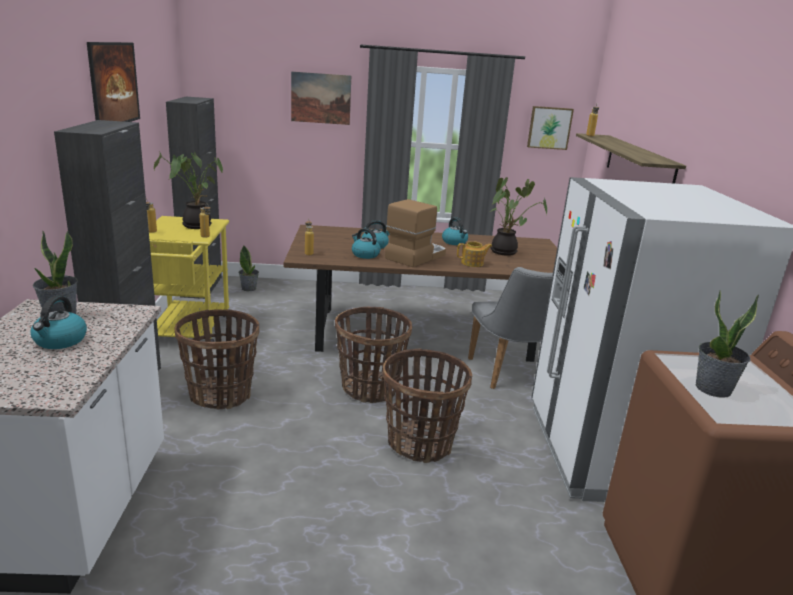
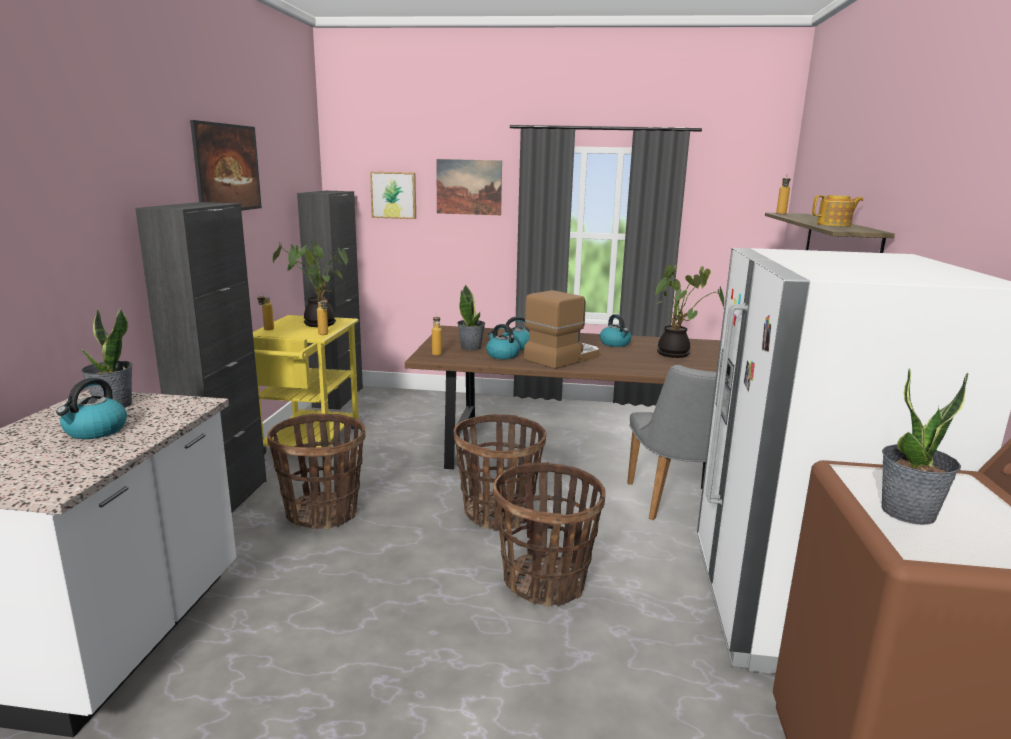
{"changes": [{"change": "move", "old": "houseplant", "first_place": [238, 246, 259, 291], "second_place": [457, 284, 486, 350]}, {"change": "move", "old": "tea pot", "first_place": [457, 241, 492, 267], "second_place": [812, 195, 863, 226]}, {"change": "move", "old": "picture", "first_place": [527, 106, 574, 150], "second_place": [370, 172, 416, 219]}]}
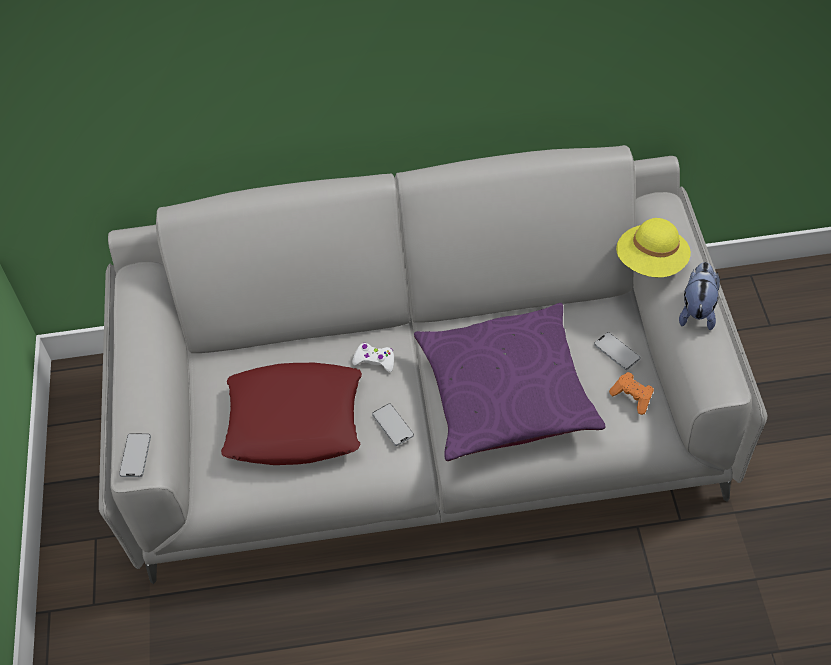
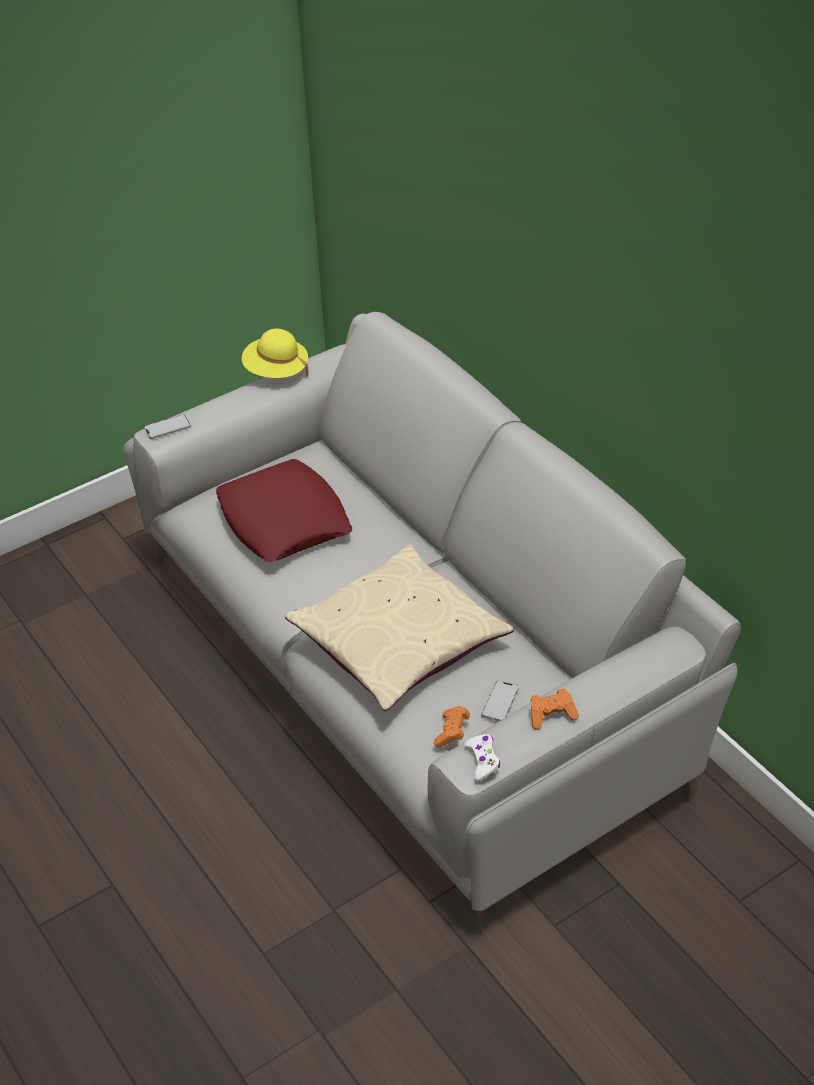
{"changes": [{"change": "delete", "old": "telephone", "first_place": [372, 403, 414, 446]}, {"change": "move", "old": "joypad in white-coloured", "first_place": [353, 343, 394, 372], "second_place": [465, 734, 500, 781]}, {"change": "move", "old": "clothing hat in yellowish", "first_place": [616, 218, 691, 277], "second_place": [242, 329, 309, 378]}, {"change": "replace", "old": "cuddly toy", "new": "joypad in orangey", "first_place": [679, 262, 720, 330], "second_place": [531, 688, 579, 730]}, {"change": "recolor", "old": "pillow in purplish", "new": "pillow in sand-coloured", "first_place": [414, 303, 605, 461], "second_place": [285, 544, 514, 711]}]}
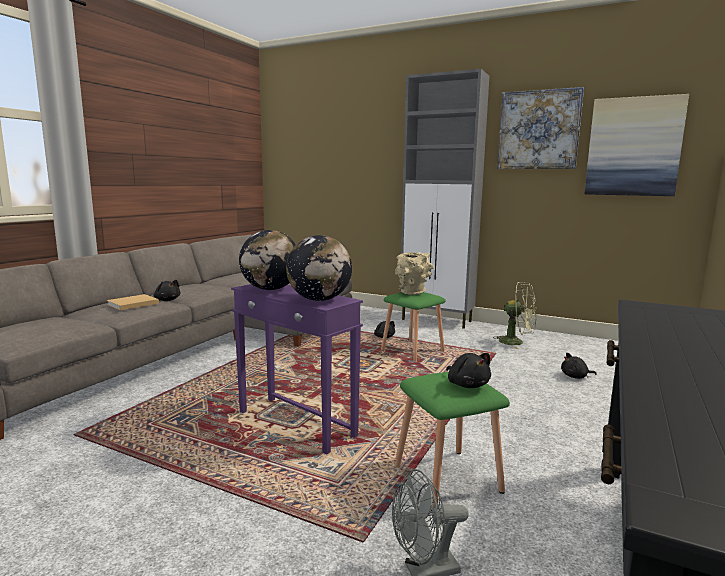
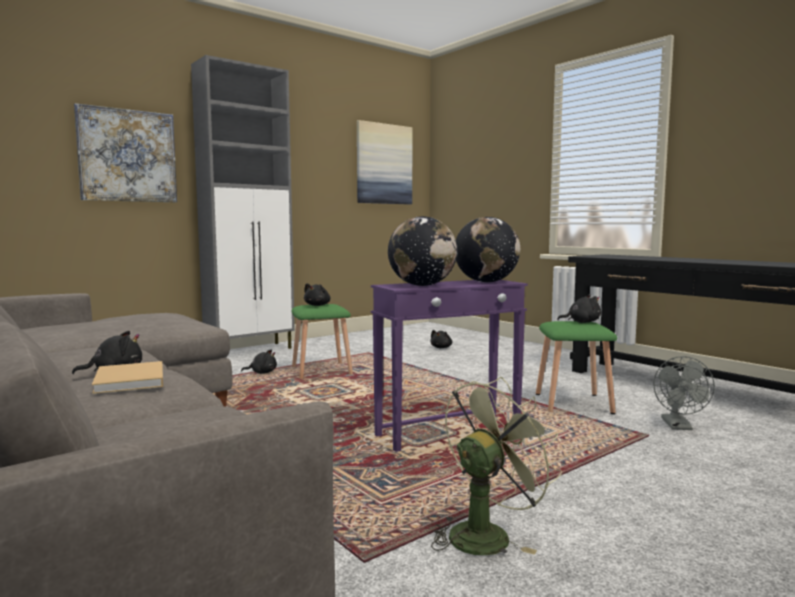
{"changes": [{"change": "move", "old": "fan in greenish", "first_place": [493, 282, 536, 349], "second_place": [431, 377, 562, 555]}, {"change": "move", "old": "picture", "first_place": [497, 87, 584, 169], "second_place": [74, 103, 177, 202]}, {"change": "replace", "old": "decorative vase in sand-coloured", "new": "cuddly toy in blackish", "first_place": [395, 252, 434, 295], "second_place": [304, 283, 330, 306]}]}
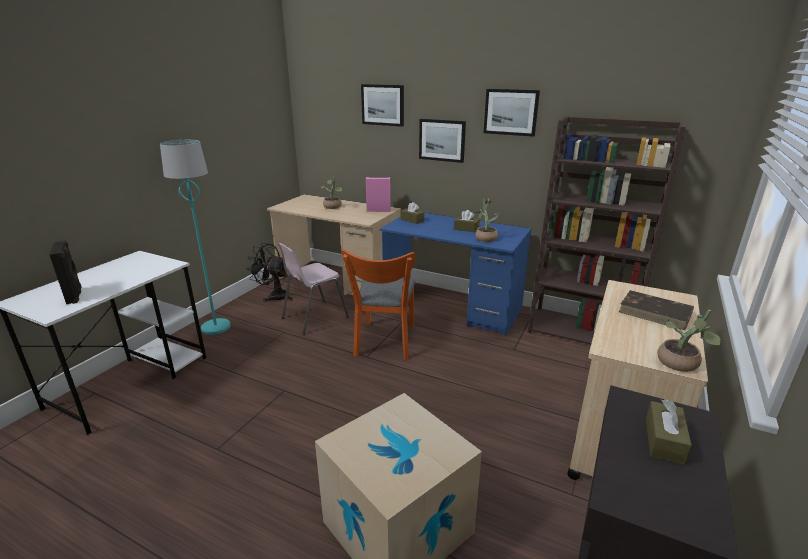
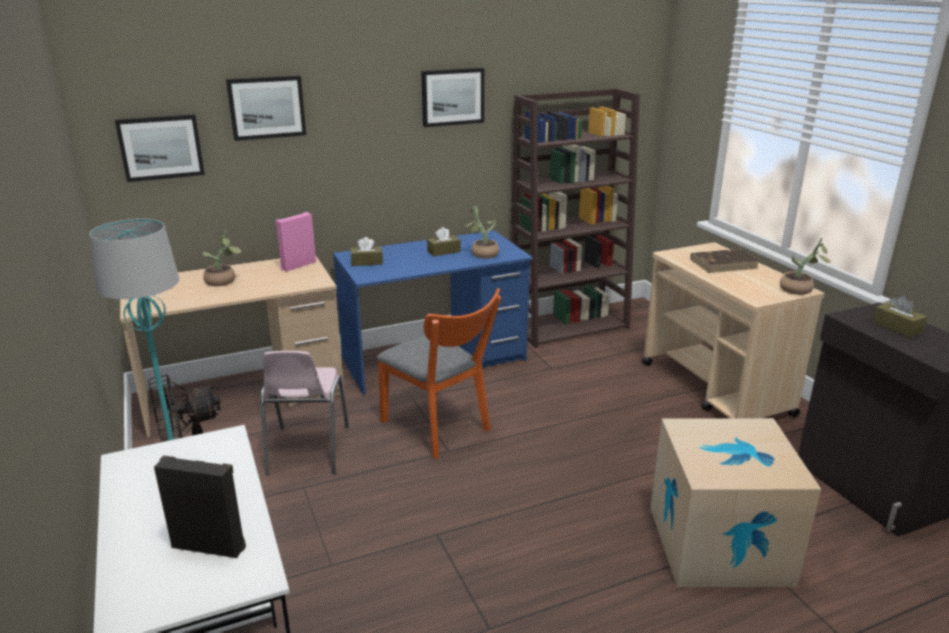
{"changes": [{"change": "move", "old": "picture", "first_place": [419, 119, 466, 163], "second_place": [115, 114, 205, 182]}]}
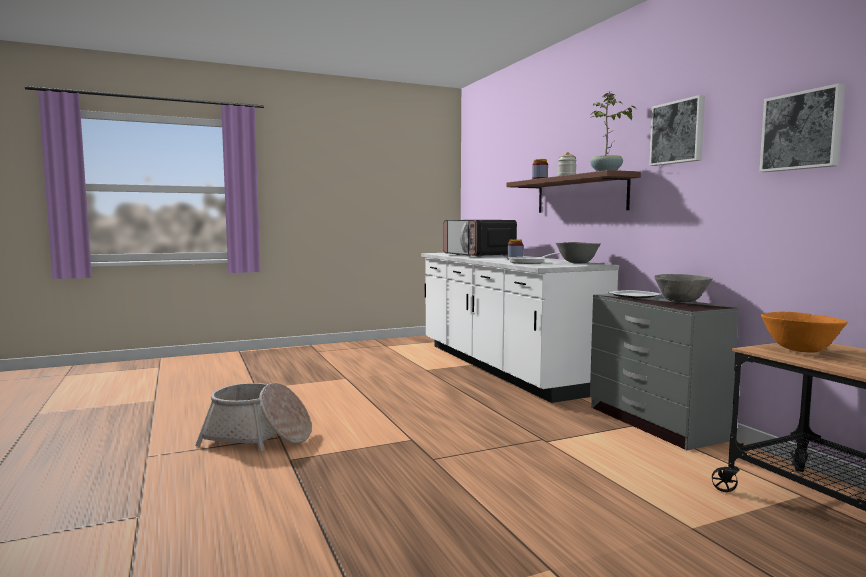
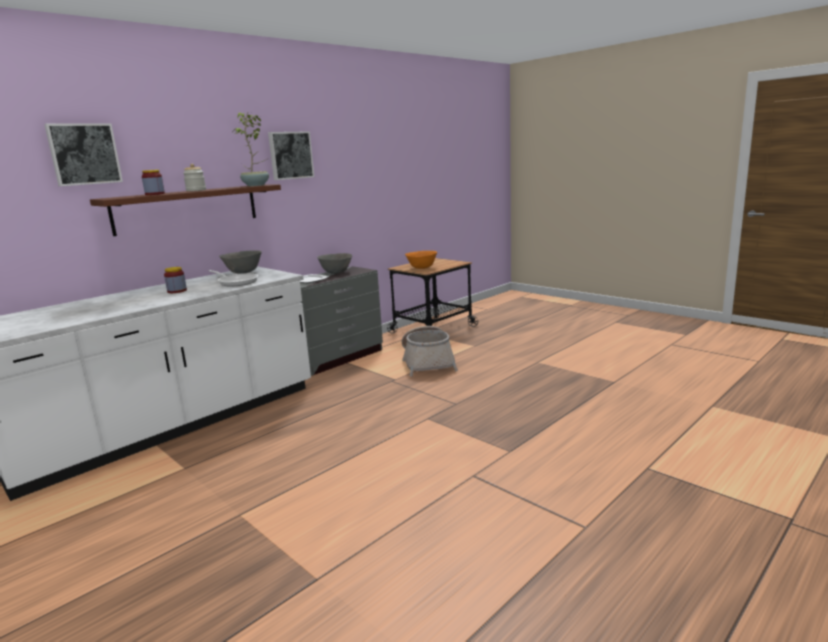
{"changes": [{"change": "delete", "old": "microwave", "first_place": [443, 220, 517, 257]}, {"change": "move", "old": "storage basket", "first_place": [195, 383, 312, 452], "second_place": [402, 326, 458, 377]}, {"change": "move", "old": "picture", "first_place": [759, 83, 845, 172], "second_place": [44, 123, 123, 186]}]}
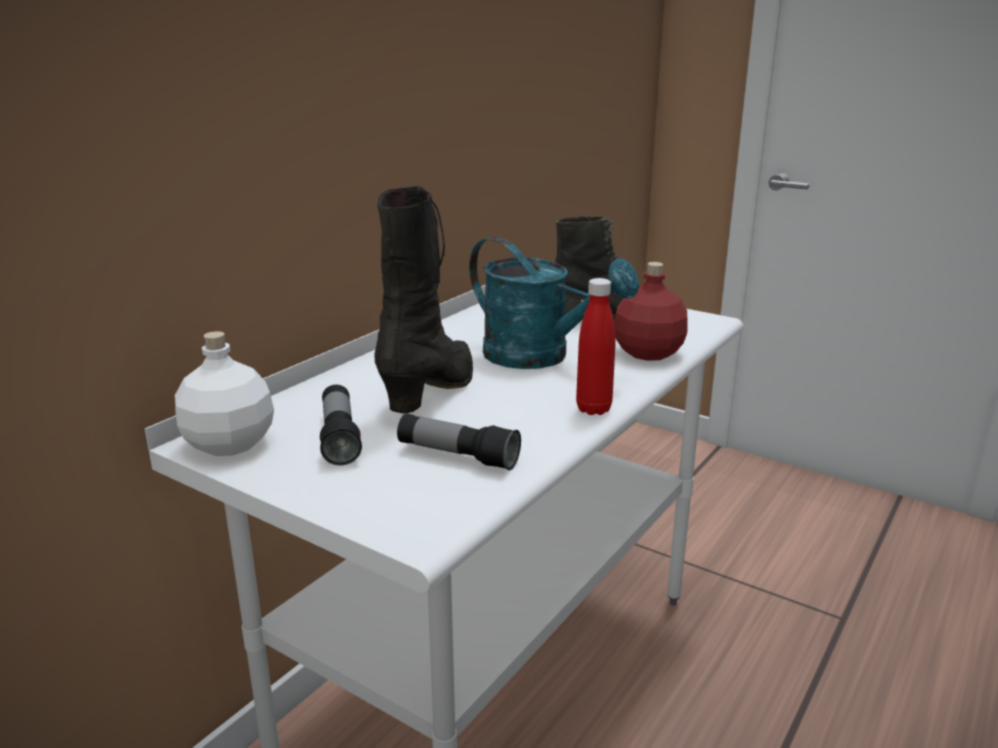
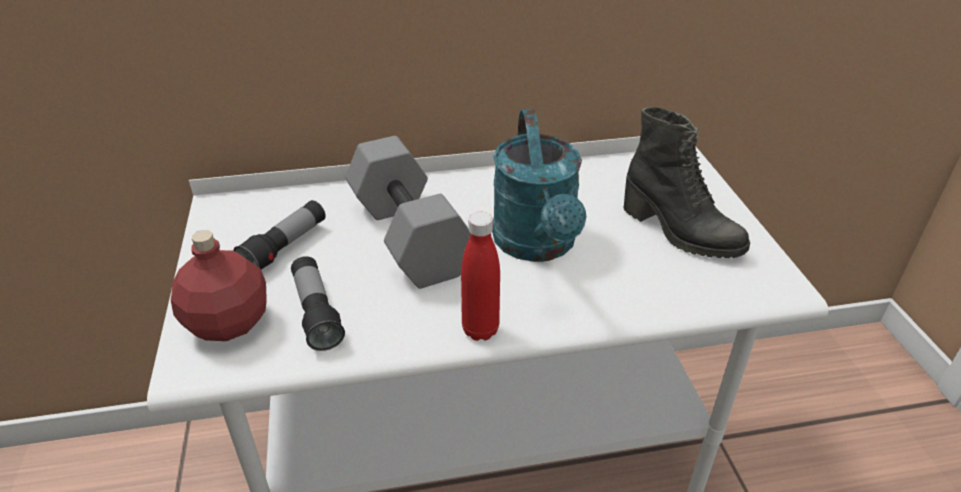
{"changes": [{"change": "delete", "old": "drink bottle in white-coloured", "first_place": [175, 331, 274, 456]}, {"change": "move", "old": "drink bottle in reddish", "first_place": [614, 262, 688, 361], "second_place": [171, 230, 267, 341]}, {"change": "replace", "old": "tall boot in blackish", "new": "hand weight in grey", "first_place": [374, 186, 473, 414], "second_place": [345, 136, 470, 289]}]}
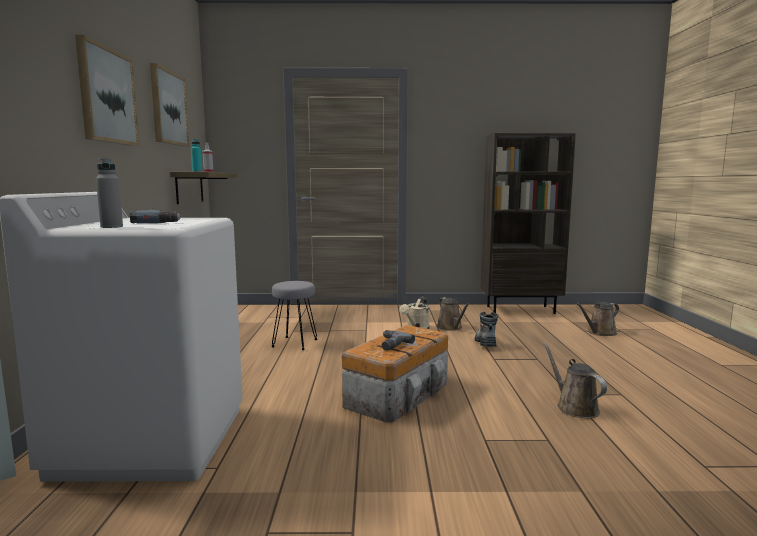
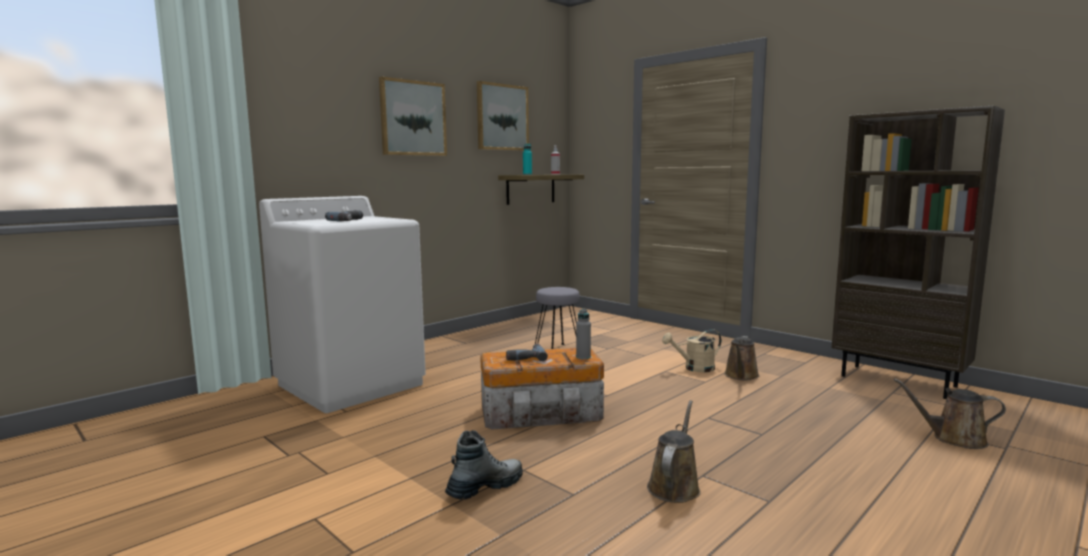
{"changes": [{"change": "move", "old": "drink bottle in grey", "first_place": [96, 158, 123, 228], "second_place": [576, 309, 591, 359]}, {"change": "move", "old": "tall boot", "first_place": [475, 312, 498, 347], "second_place": [445, 430, 523, 500]}]}
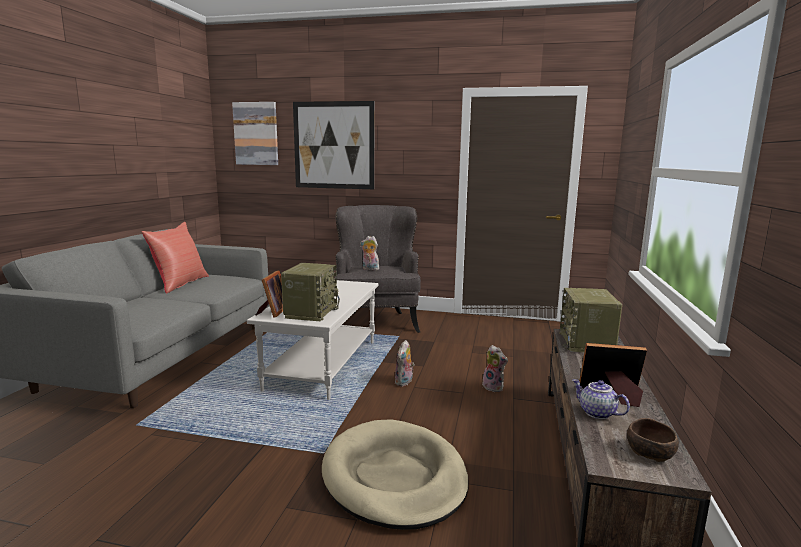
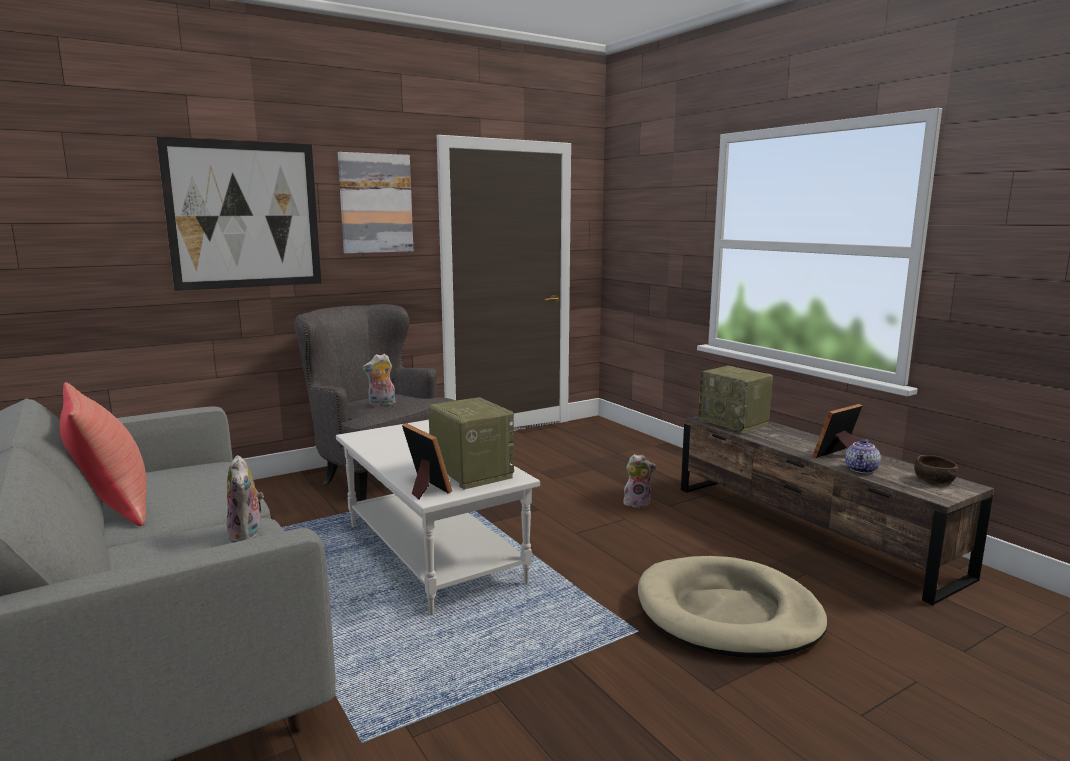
{"changes": [{"change": "move", "old": "picture", "first_place": [232, 102, 278, 165], "second_place": [338, 152, 413, 254]}, {"change": "move", "old": "cuddly toy", "first_place": [395, 340, 415, 386], "second_place": [227, 455, 264, 543]}, {"change": "rotate", "old": "tea pot", "first_place": [573, 379, 630, 419], "second_place": [845, 439, 881, 473], "degrees": -60}]}
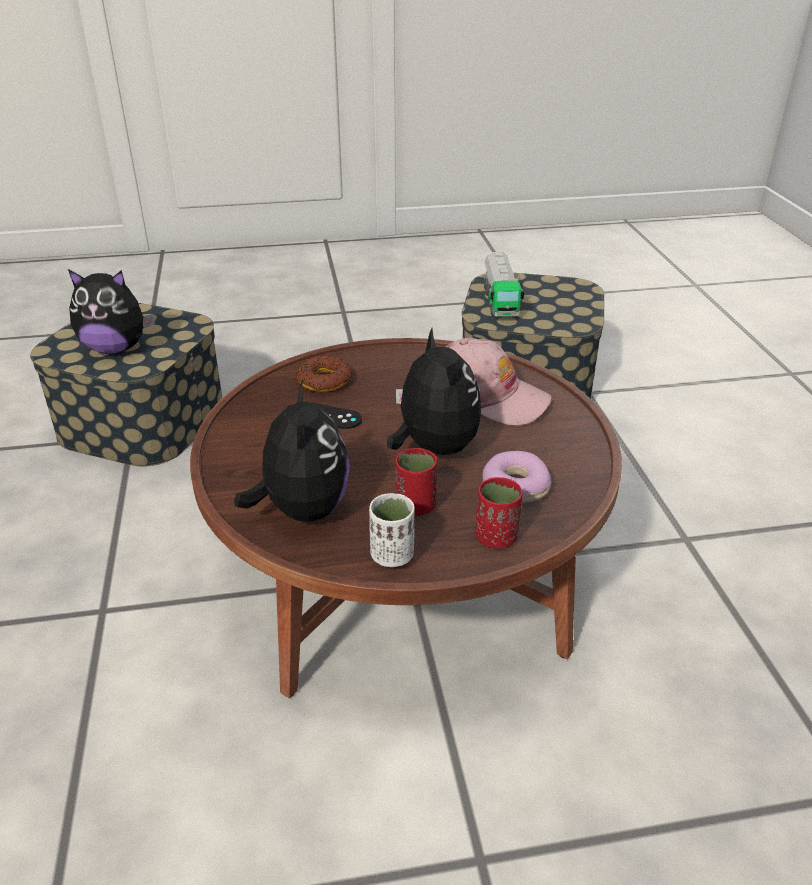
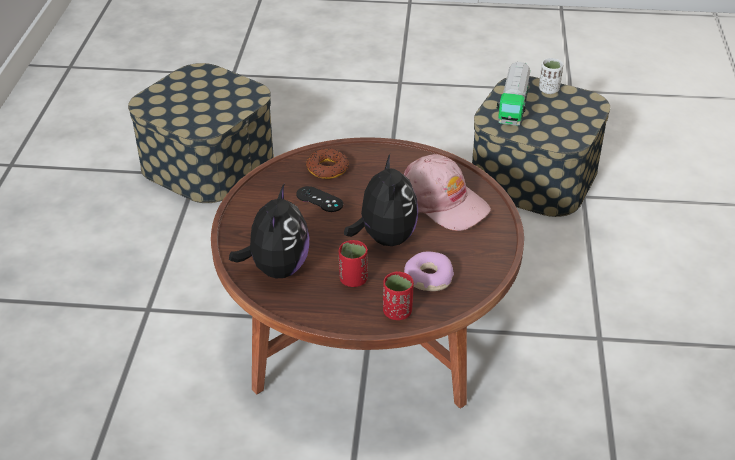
{"changes": [{"change": "delete", "old": "cuddly toy", "first_place": [68, 269, 155, 354]}, {"change": "move", "old": "cup in white-coloured", "first_place": [369, 493, 415, 567], "second_place": [539, 58, 563, 94]}]}
